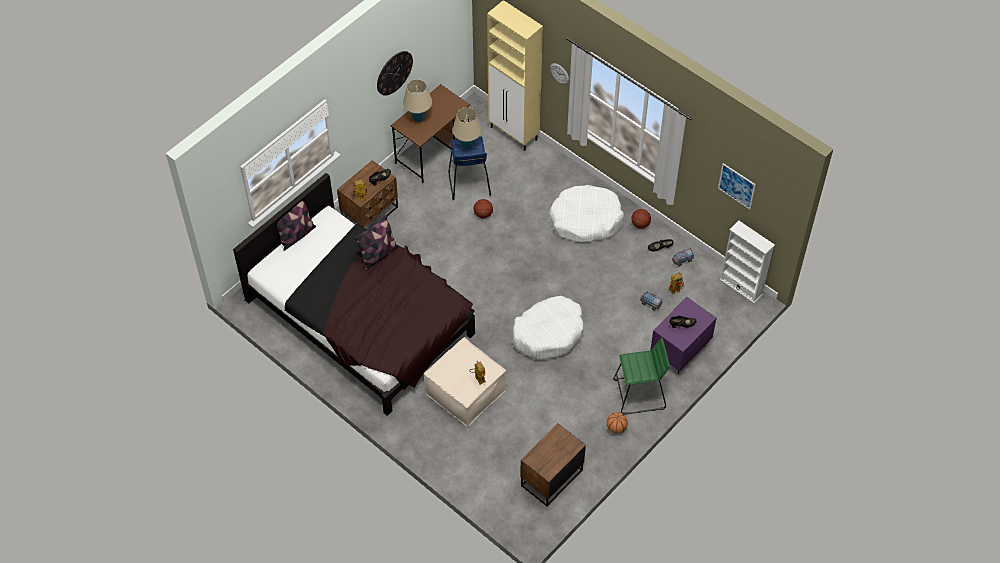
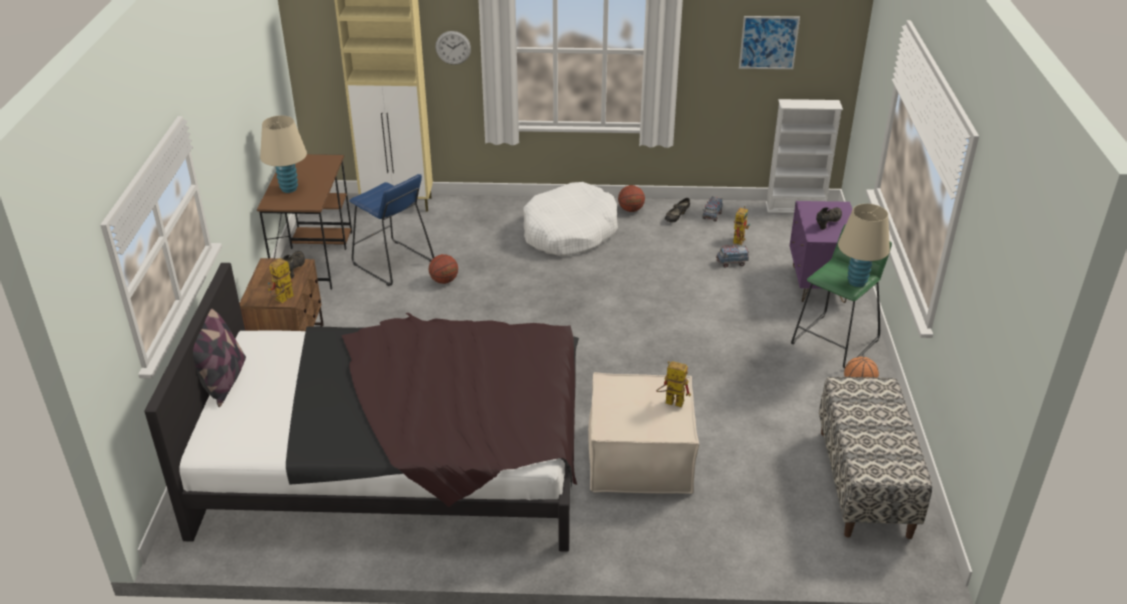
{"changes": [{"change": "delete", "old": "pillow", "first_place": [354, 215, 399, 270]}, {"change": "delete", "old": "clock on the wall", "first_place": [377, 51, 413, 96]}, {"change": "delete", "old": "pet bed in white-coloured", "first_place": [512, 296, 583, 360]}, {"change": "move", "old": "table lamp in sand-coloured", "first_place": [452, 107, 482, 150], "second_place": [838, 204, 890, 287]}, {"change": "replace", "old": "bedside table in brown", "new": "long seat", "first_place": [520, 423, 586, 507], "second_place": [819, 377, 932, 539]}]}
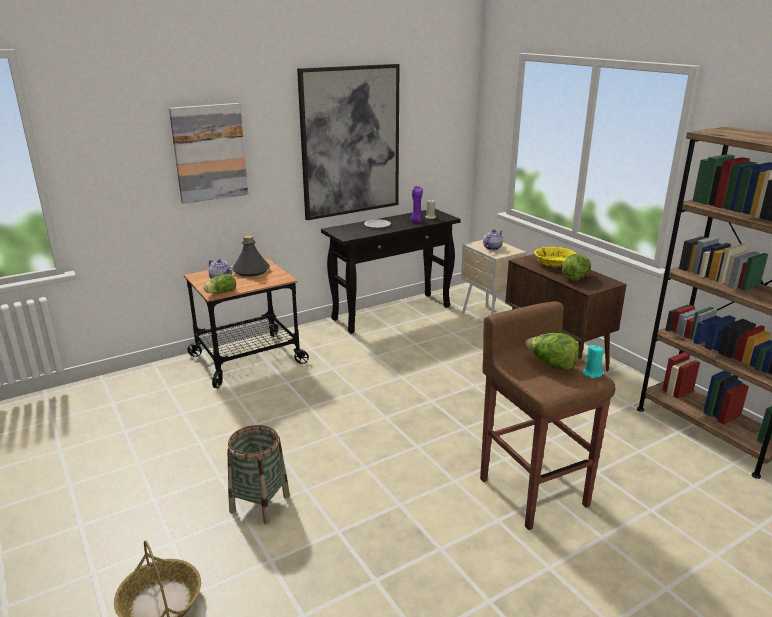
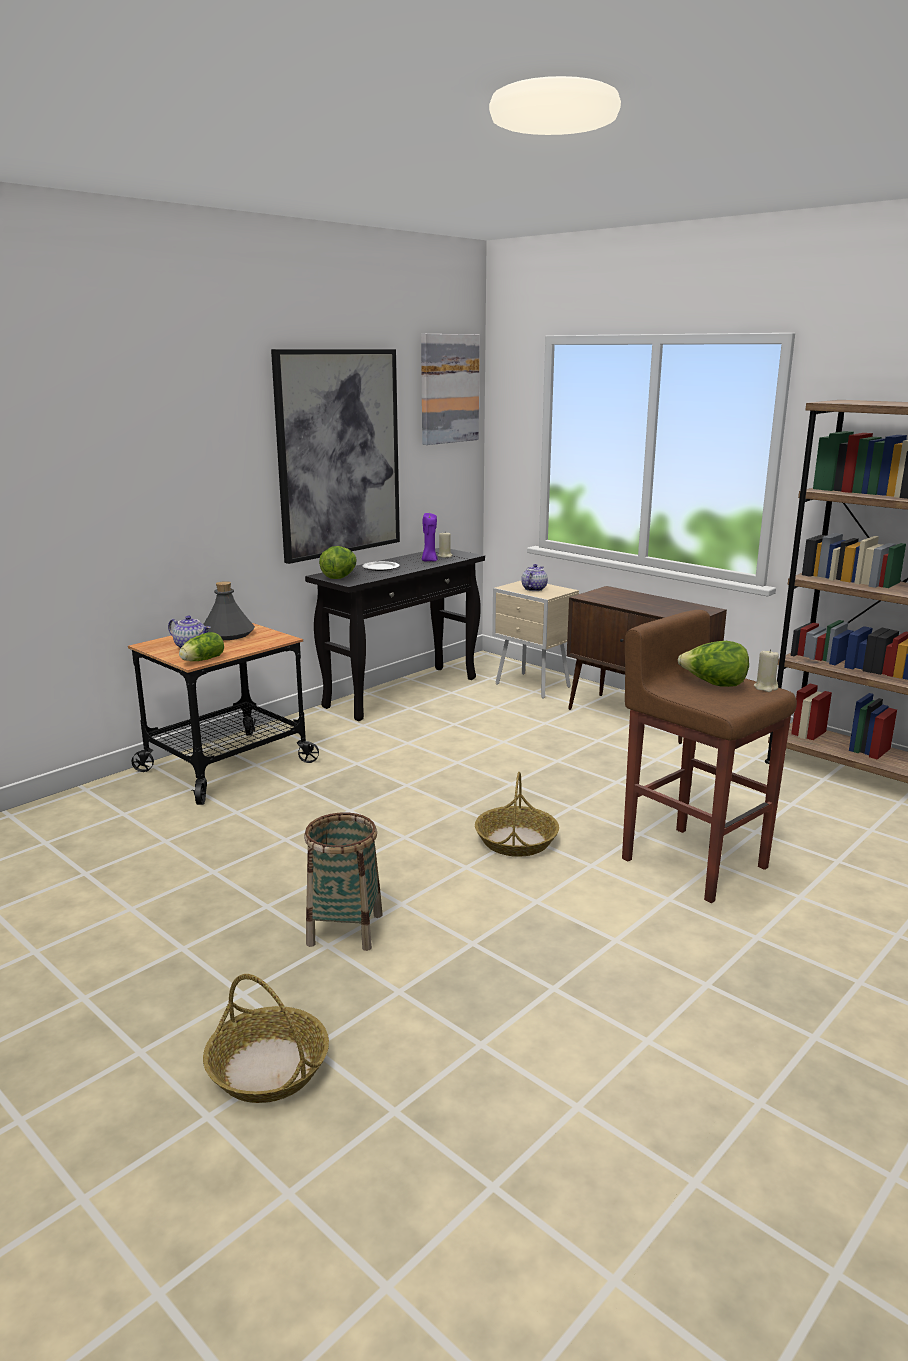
{"changes": [{"change": "delete", "old": "deep dish in yellowish", "first_place": [534, 247, 577, 268]}, {"change": "insert", "new": "storage basket", "second_place": [475, 772, 559, 857]}, {"change": "move", "old": "picture", "first_place": [169, 103, 248, 204], "second_place": [421, 334, 480, 445]}, {"change": "move", "old": "head of lettuce", "first_place": [561, 254, 591, 281], "second_place": [319, 546, 357, 579]}, {"change": "recolor", "old": "candle in blue-green", "new": "candle in sand-coloured", "first_place": [583, 345, 604, 379], "second_place": [754, 649, 779, 692]}]}
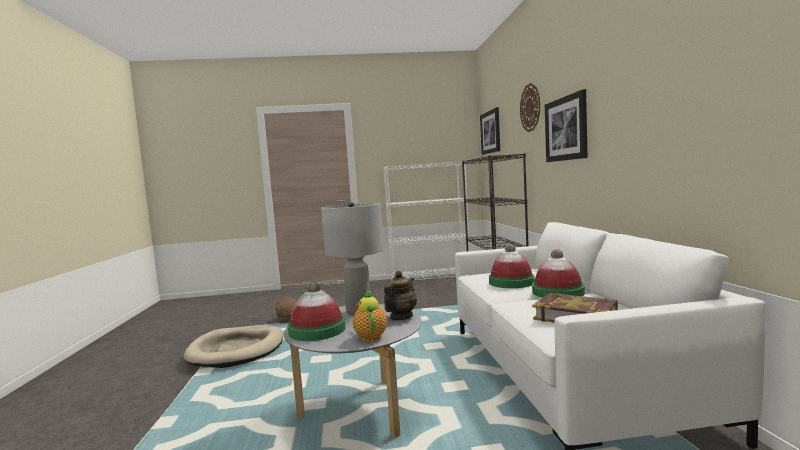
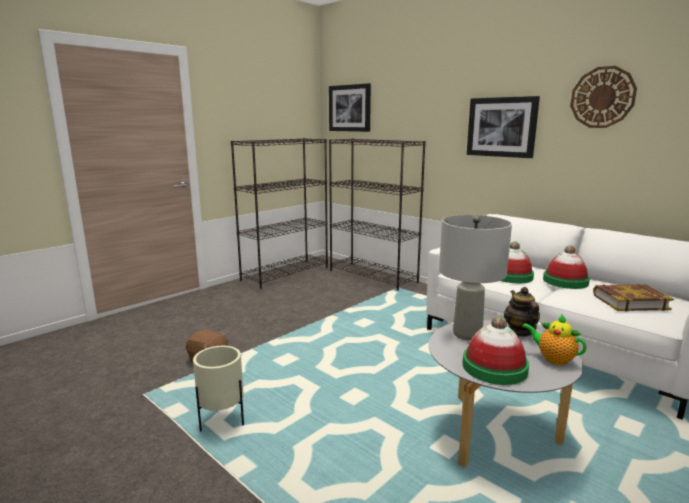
{"changes": [{"change": "move", "old": "clock on the wall", "first_place": [520, 83, 540, 132], "second_place": [570, 66, 637, 128]}, {"change": "replace", "old": "pet bed in sand-coloured", "new": "plant pot in sand-coloured", "first_place": [184, 326, 283, 368], "second_place": [193, 346, 244, 432]}, {"change": "recolor", "old": "shelving unit in white-coloured", "new": "shelving unit in blackish", "first_place": [383, 162, 470, 280], "second_place": [231, 138, 328, 289]}]}
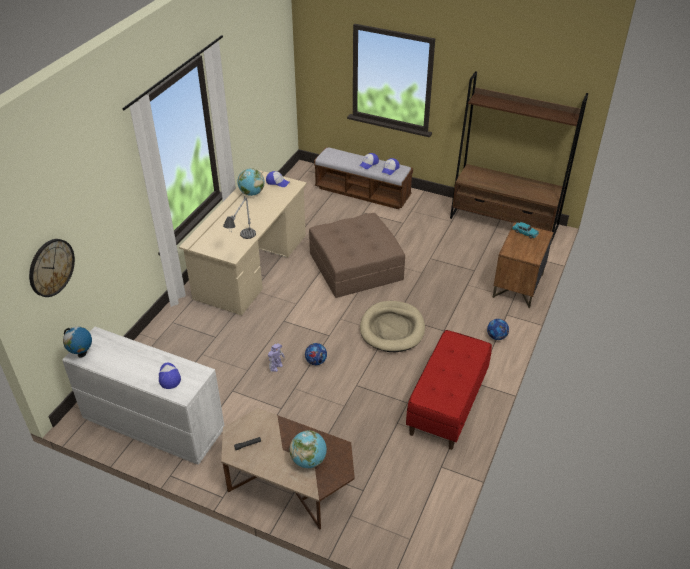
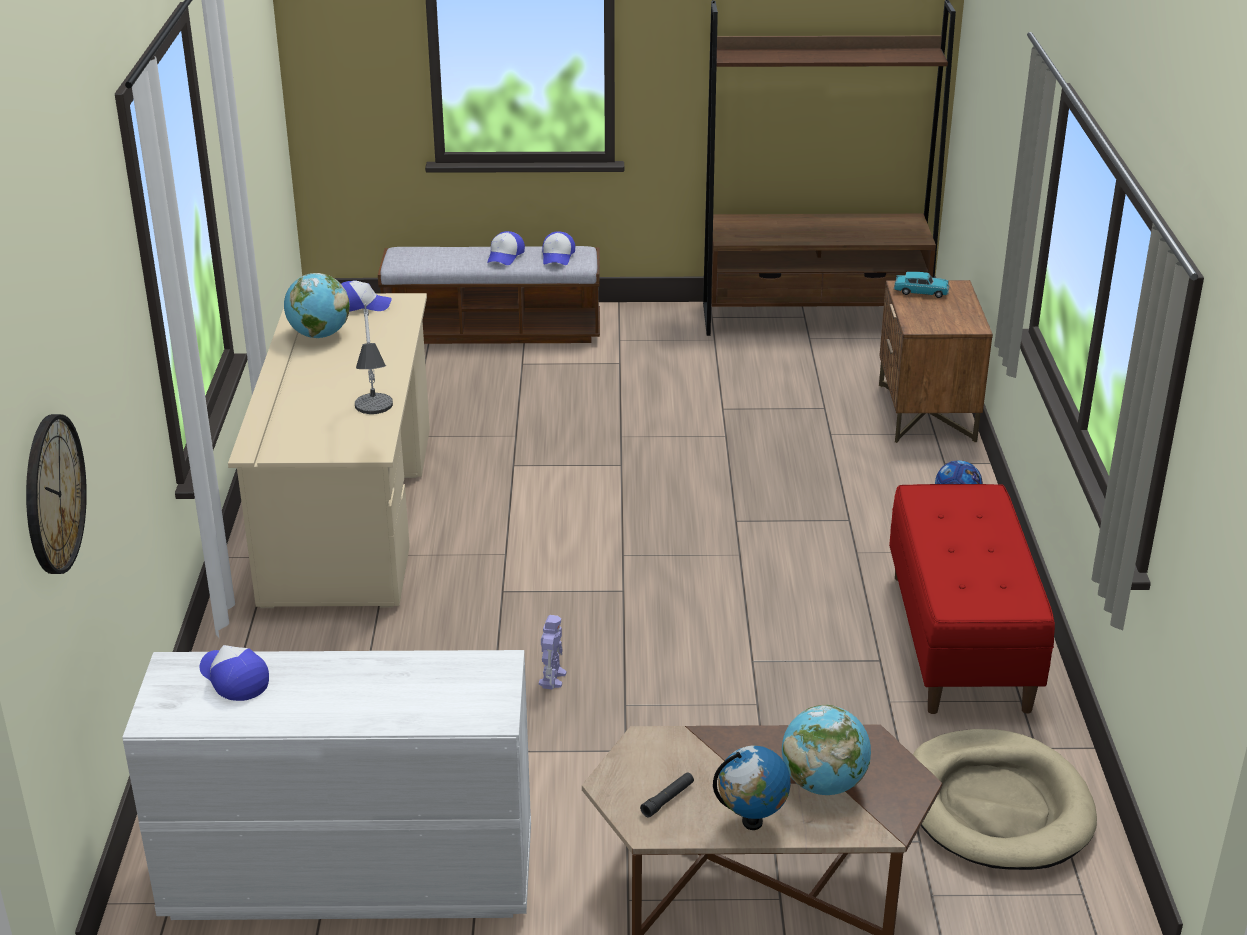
{"changes": [{"change": "delete", "old": "ball for football", "first_place": [305, 343, 327, 365]}, {"change": "delete", "old": "ottoman in brown", "first_place": [309, 213, 405, 298]}, {"change": "move", "old": "desk globe", "first_place": [63, 327, 92, 358], "second_place": [713, 746, 791, 830]}, {"change": "move", "old": "peaked cap", "first_place": [159, 363, 181, 389], "second_place": [200, 645, 269, 701]}, {"change": "move", "old": "pet bed in sand-coloured", "first_place": [360, 301, 425, 352], "second_place": [913, 729, 1097, 870]}]}
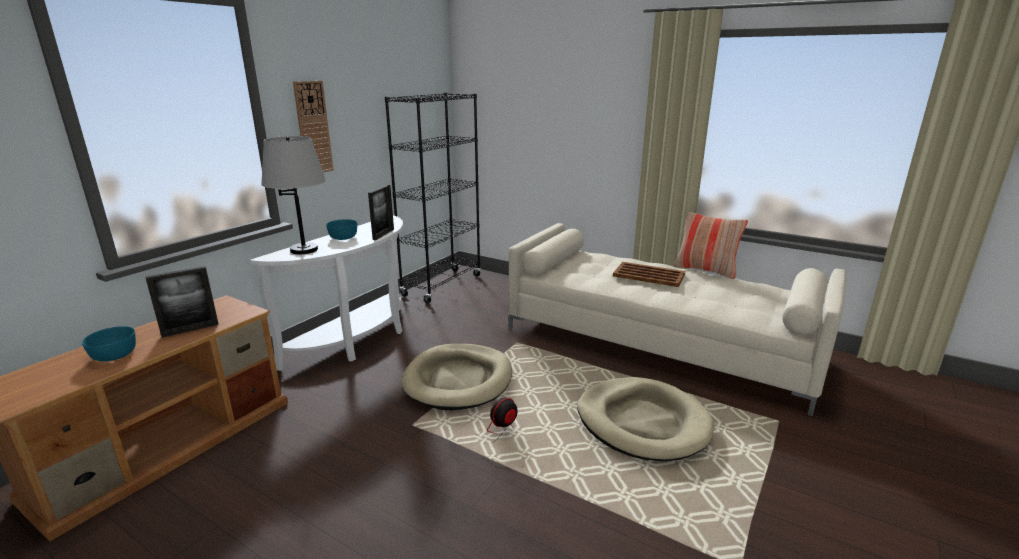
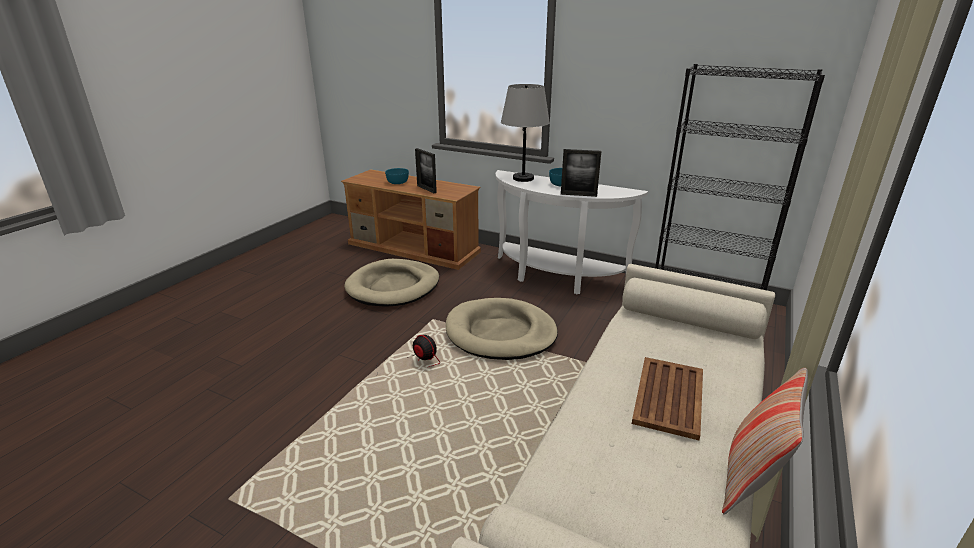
{"changes": [{"change": "delete", "old": "clock on the wall", "first_place": [293, 81, 333, 172]}, {"change": "move", "old": "pet bed in sand-coloured", "first_place": [577, 377, 715, 461], "second_place": [344, 259, 439, 306]}]}
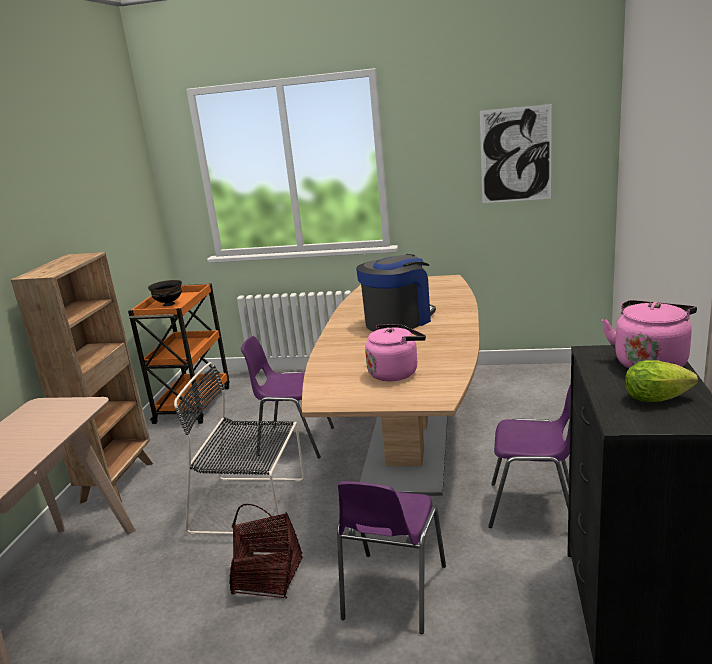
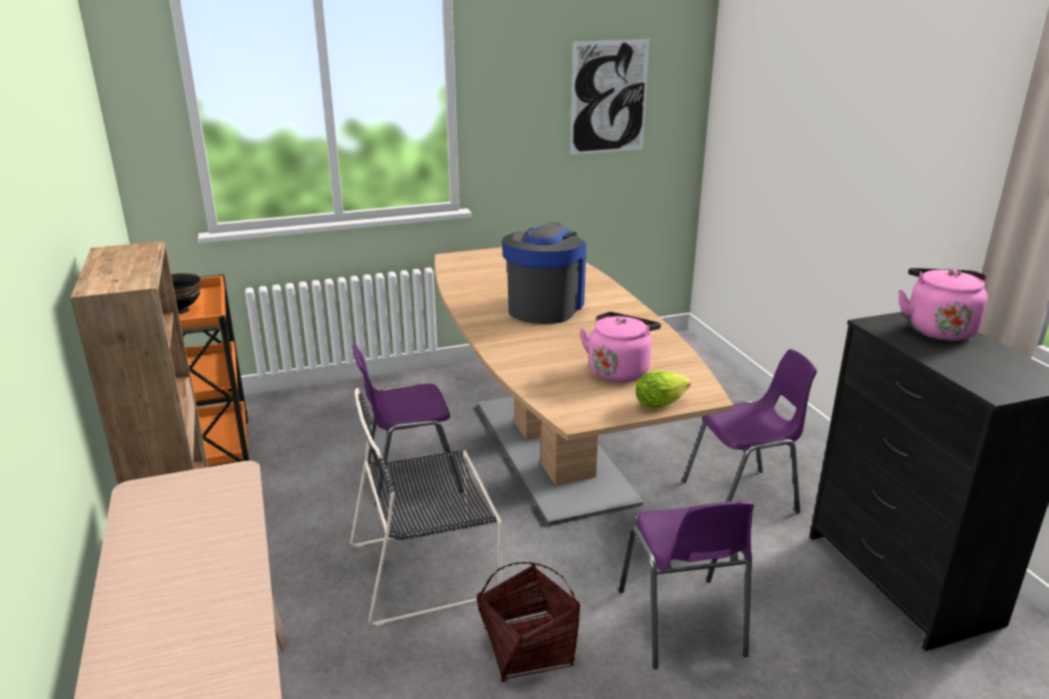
{"changes": [{"change": "move", "old": "head of lettuce", "first_place": [625, 360, 698, 402], "second_place": [636, 371, 691, 408]}]}
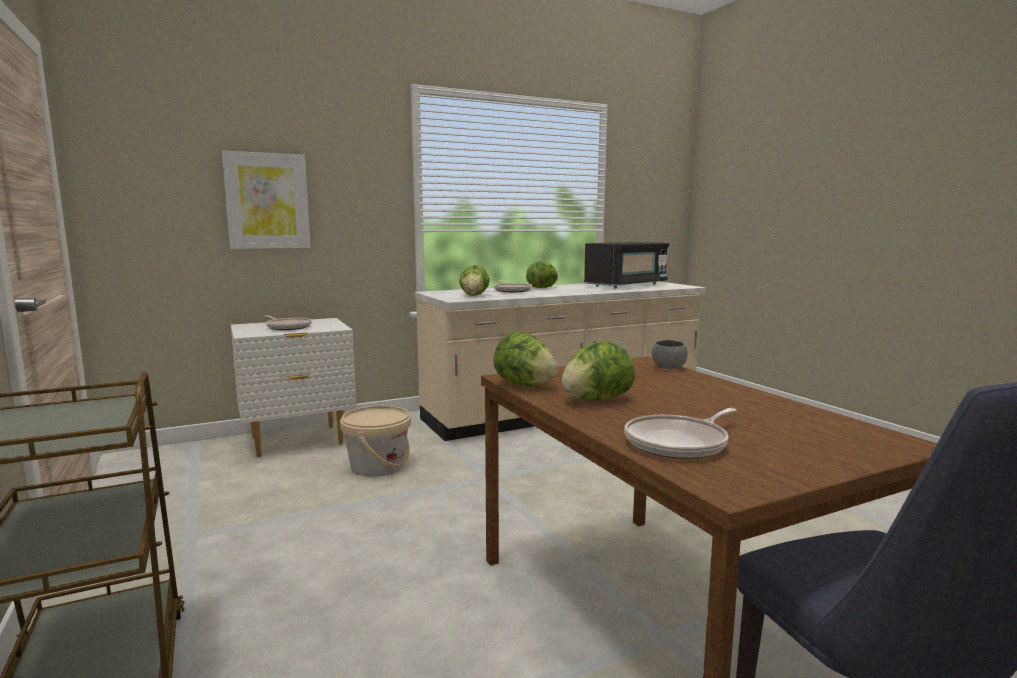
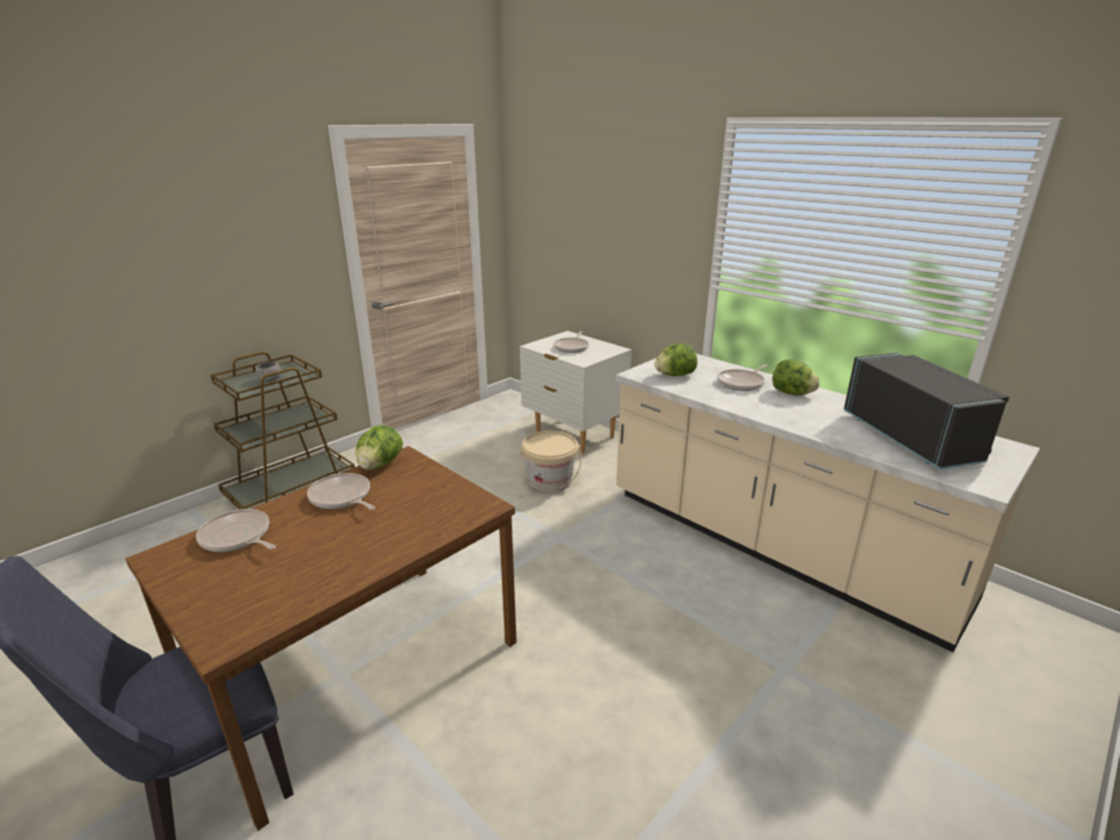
{"changes": [{"change": "delete", "old": "picture", "first_place": [222, 151, 311, 249]}, {"change": "move", "old": "deep dish in grey", "first_place": [652, 340, 687, 369], "second_place": [255, 362, 281, 382]}, {"change": "replace", "old": "head of lettuce", "new": "pan", "first_place": [562, 341, 635, 401], "second_place": [307, 473, 375, 510]}, {"change": "rotate", "old": "microwave in blackish", "first_place": [584, 242, 669, 288], "second_place": [844, 353, 1009, 470], "degrees": -135}]}
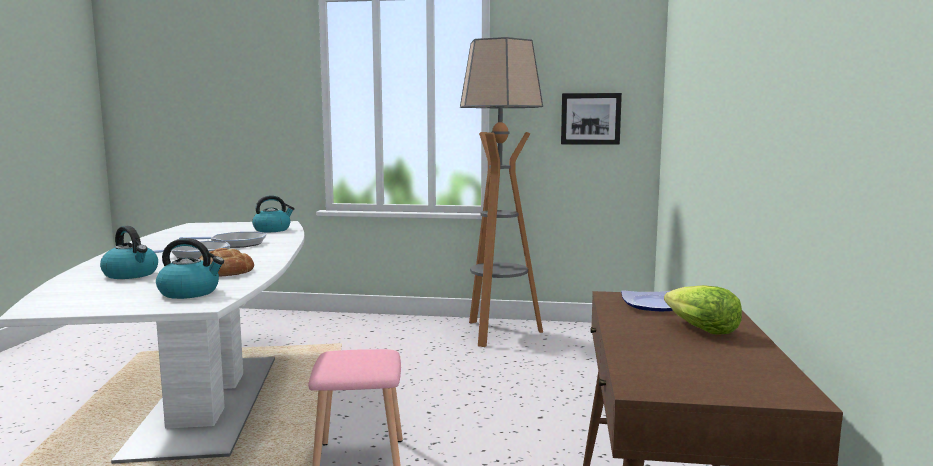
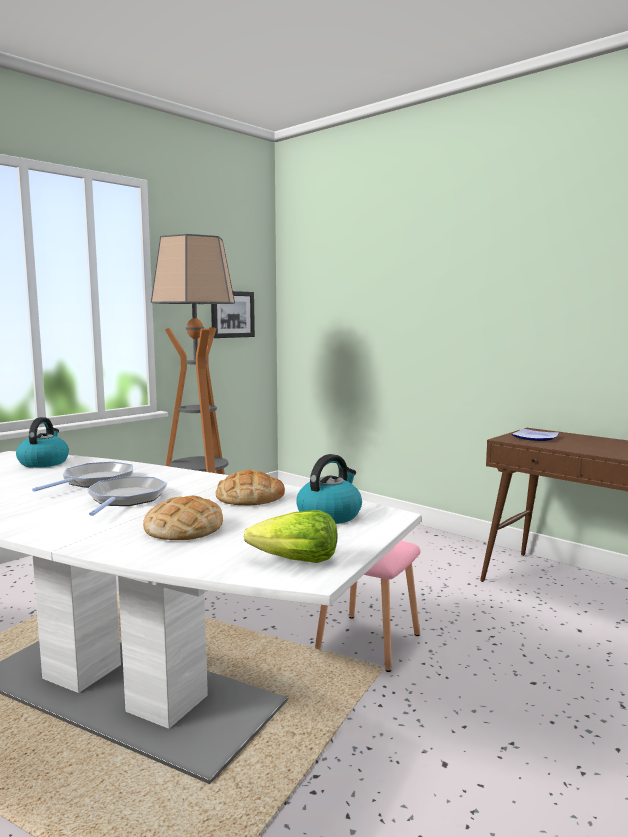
{"changes": [{"change": "move", "old": "head of lettuce", "first_place": [664, 285, 742, 334], "second_place": [244, 510, 337, 563]}, {"change": "replace", "old": "water kettle", "new": "baked bread", "first_place": [100, 226, 158, 279], "second_place": [143, 496, 223, 540]}]}
